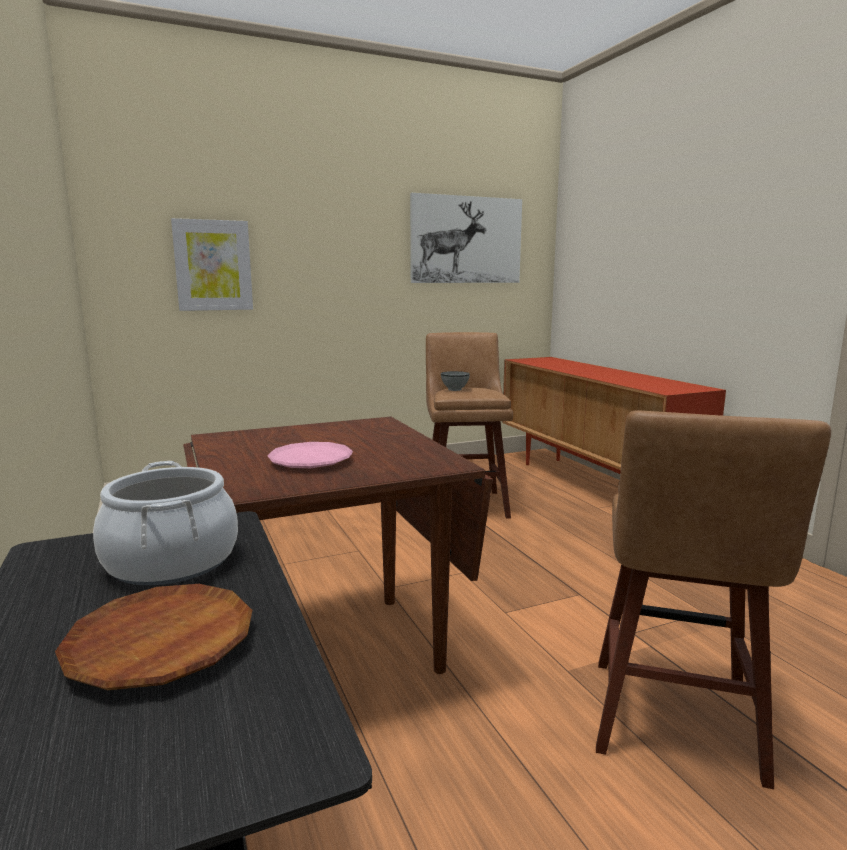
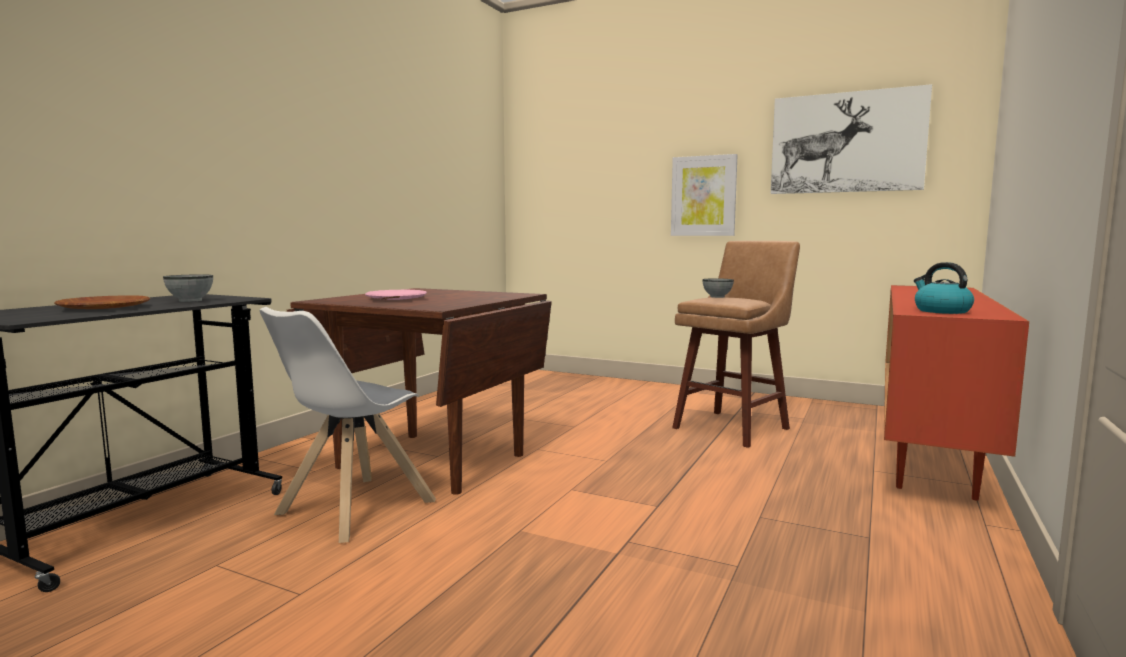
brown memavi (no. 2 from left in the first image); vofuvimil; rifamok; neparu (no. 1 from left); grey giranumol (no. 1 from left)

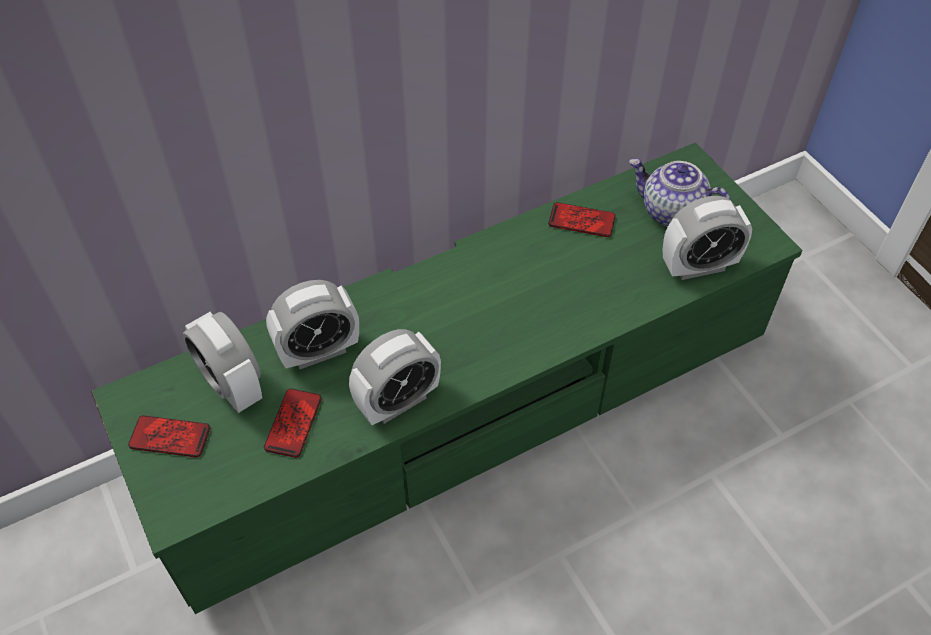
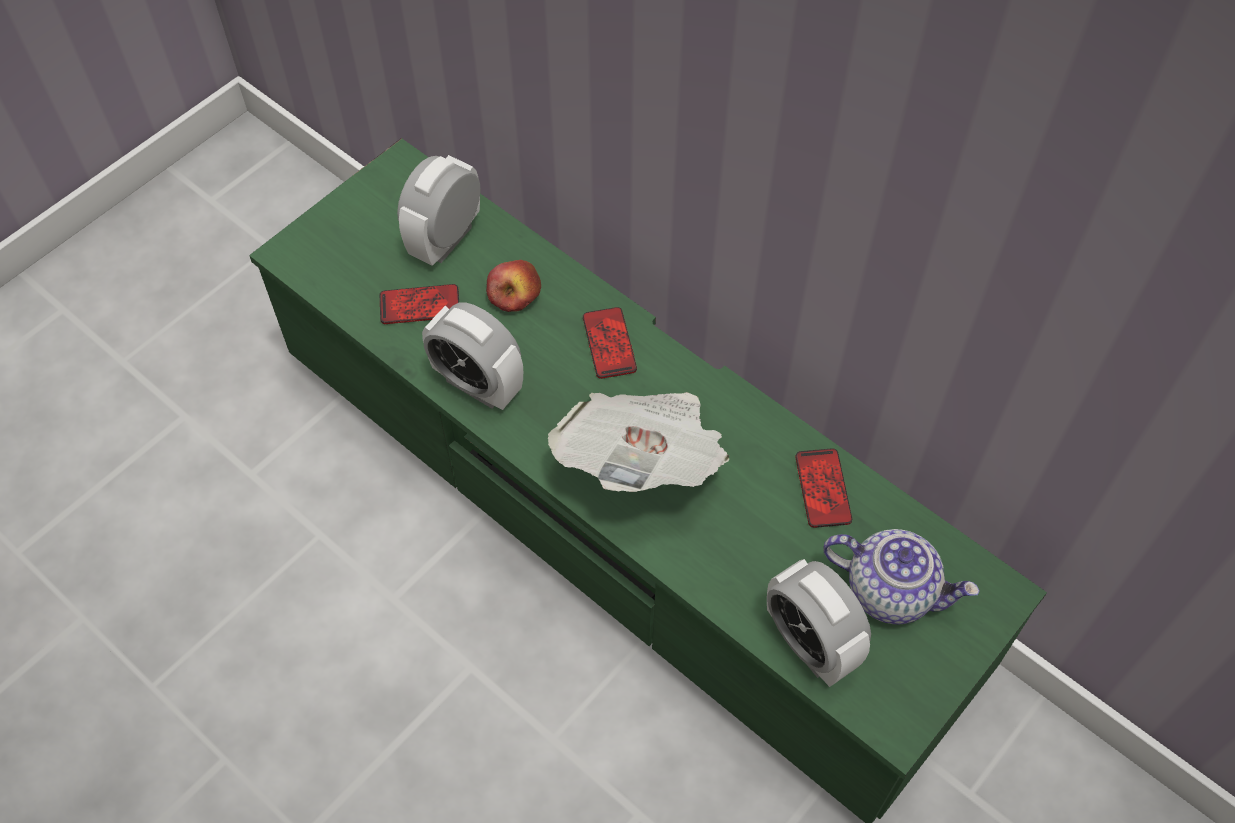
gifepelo; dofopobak (no. 2 from left); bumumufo; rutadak

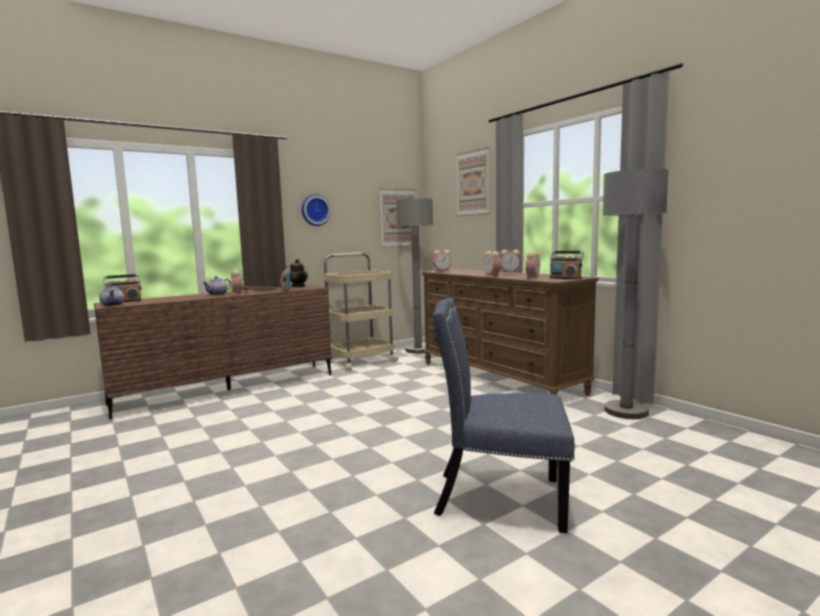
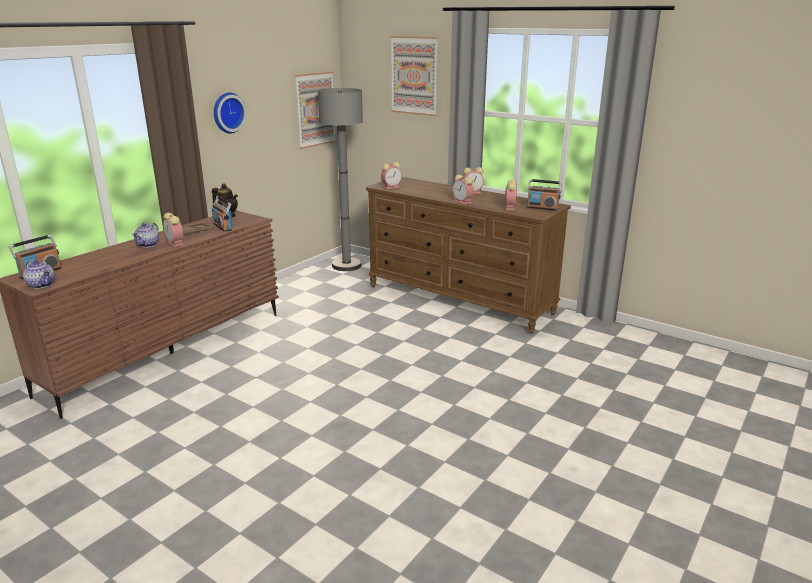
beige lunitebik; blue vofuvimil; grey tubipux (no. 2 from left in the first image)

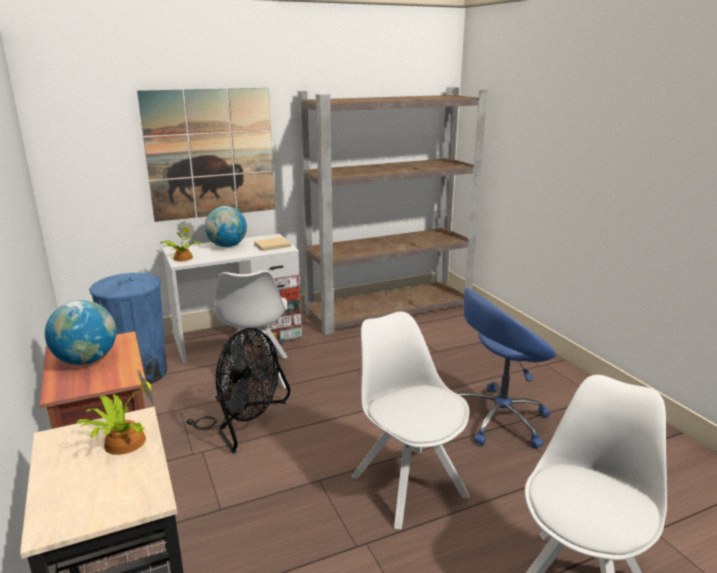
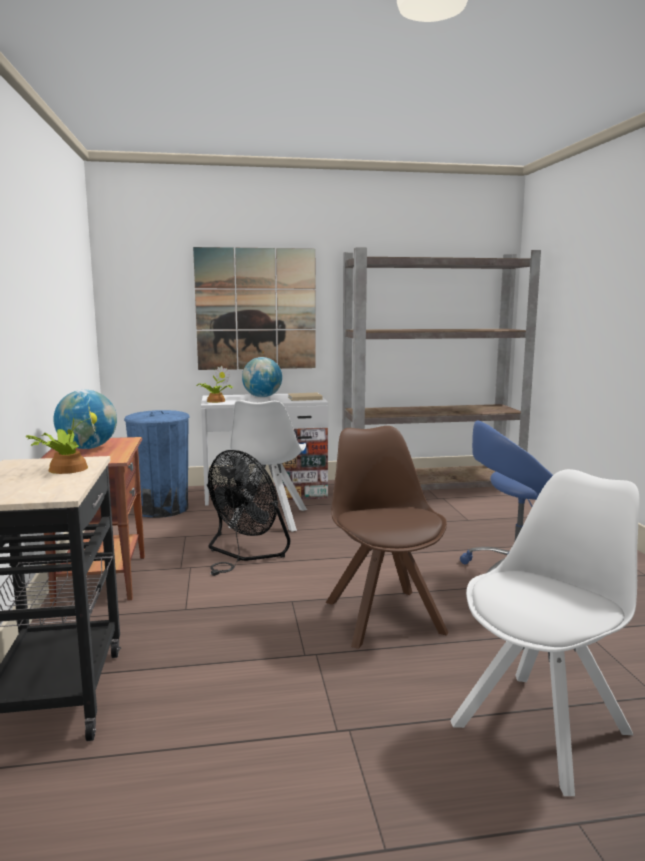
brown vofuvimil; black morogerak

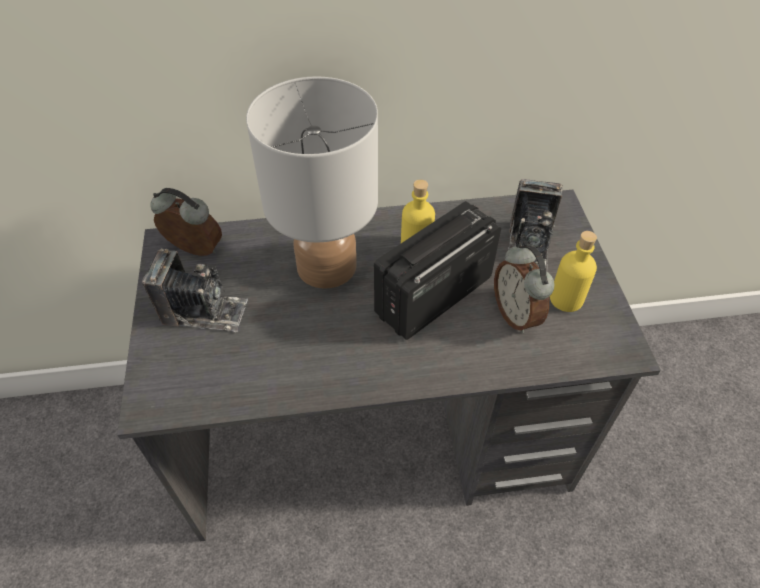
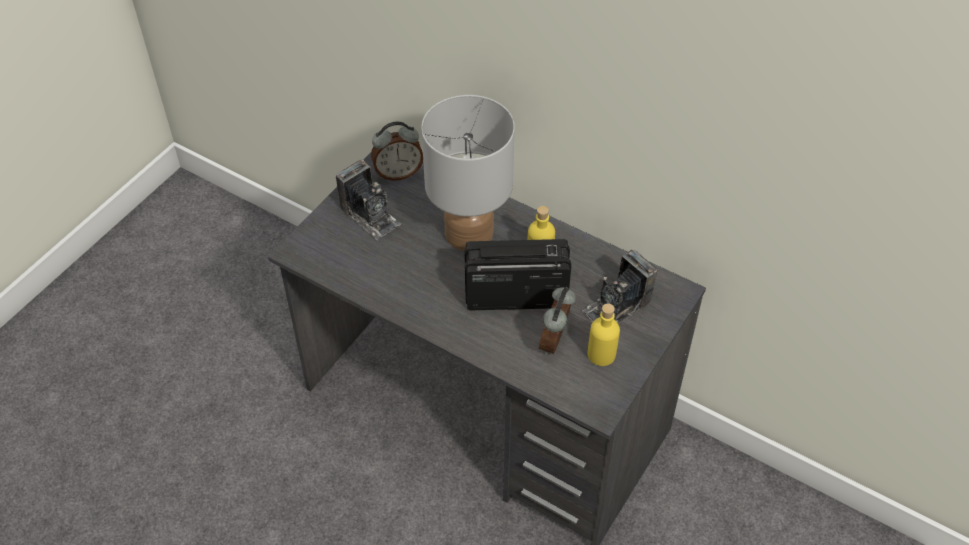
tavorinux (no. 1 from left)

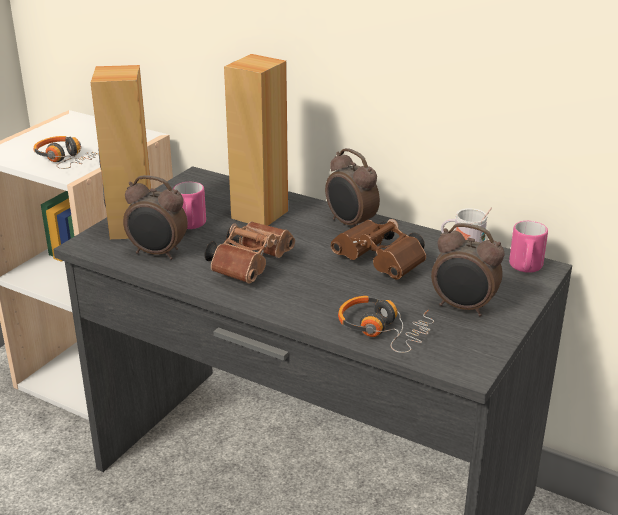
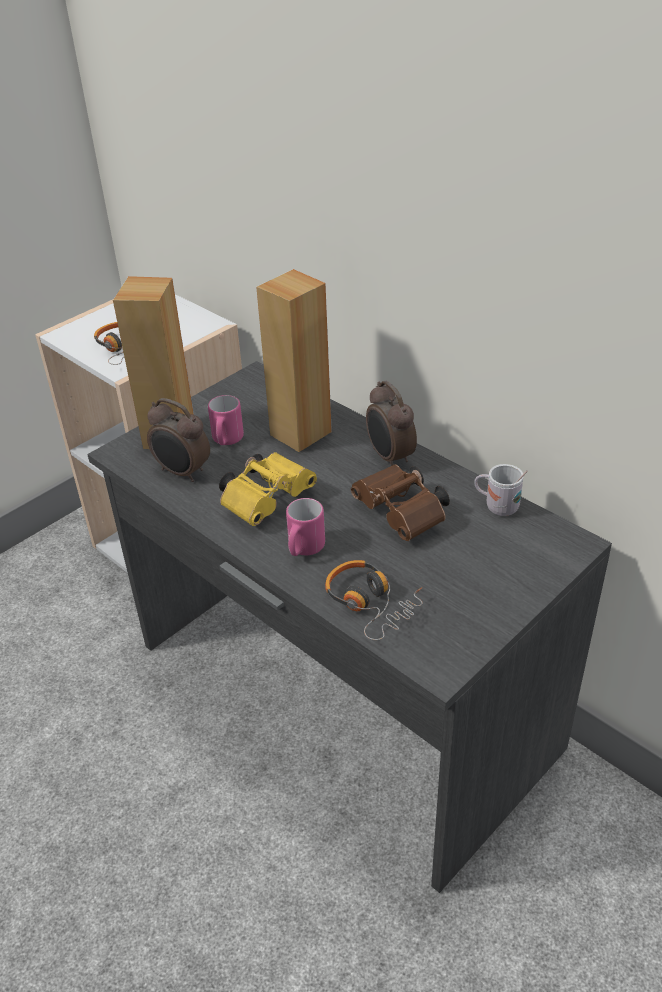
tavorinux (no. 3 from left in the first image); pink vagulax (no. 2 from left); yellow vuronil

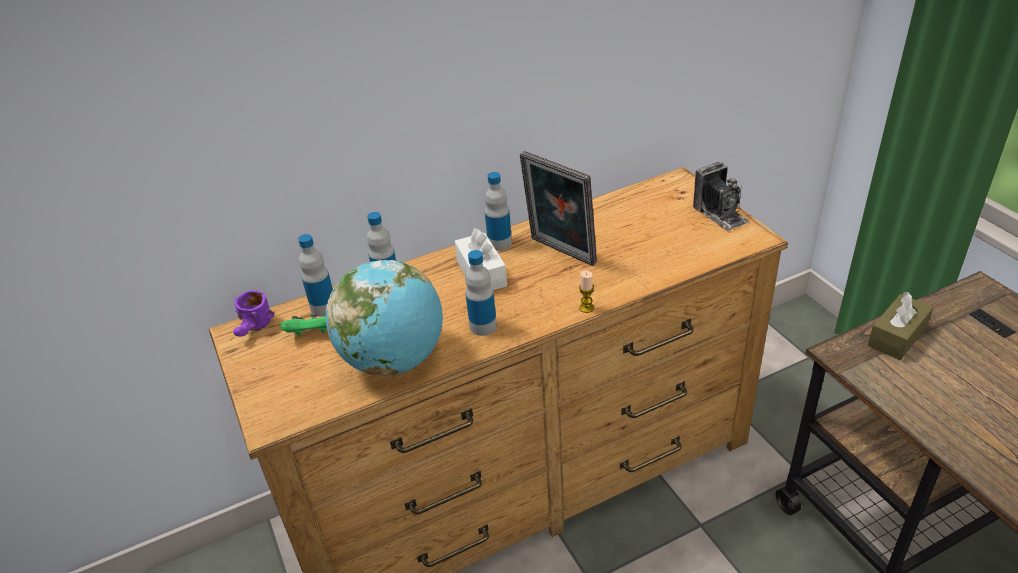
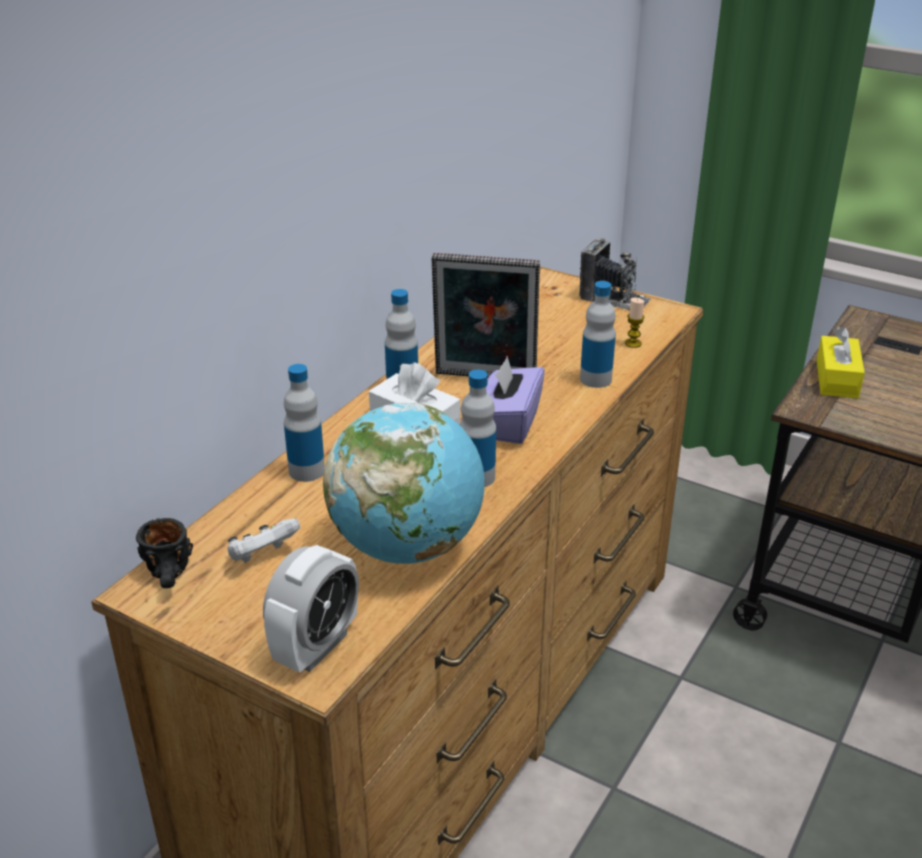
tavorinux; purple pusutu; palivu (no. 4 from left); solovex; black vagulax; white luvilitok; yellow pusutu

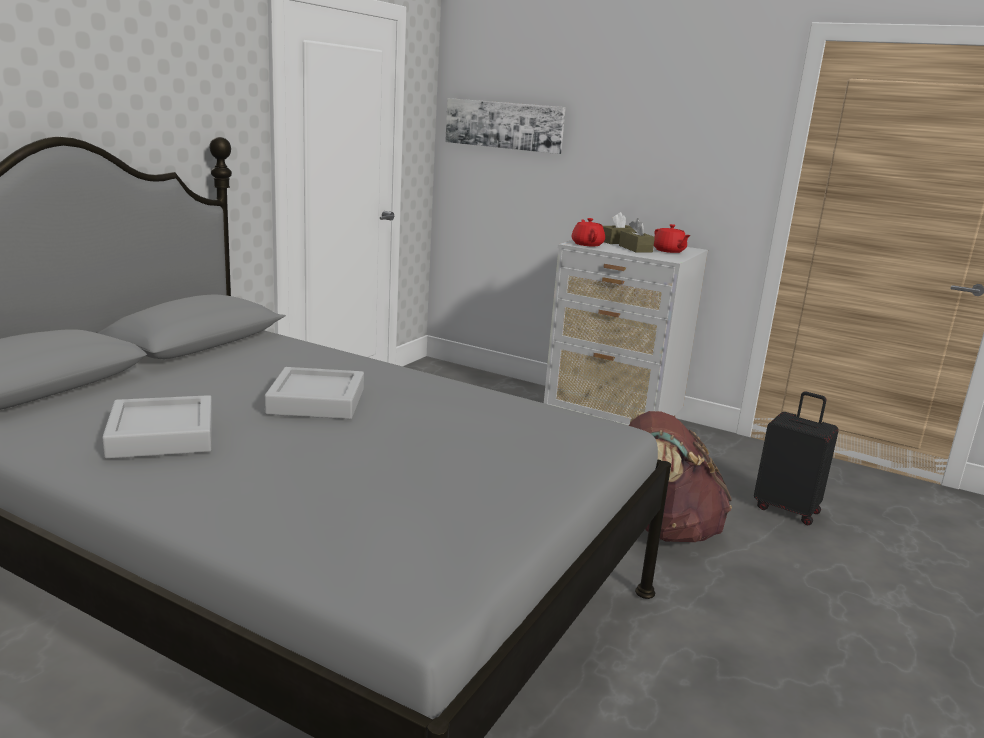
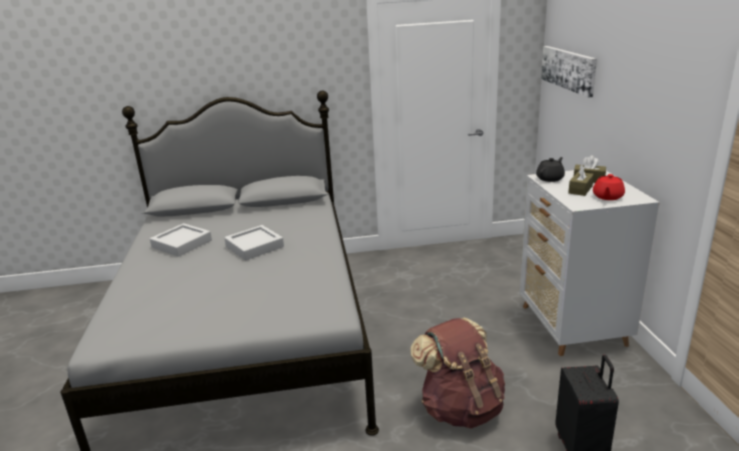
black rutadak

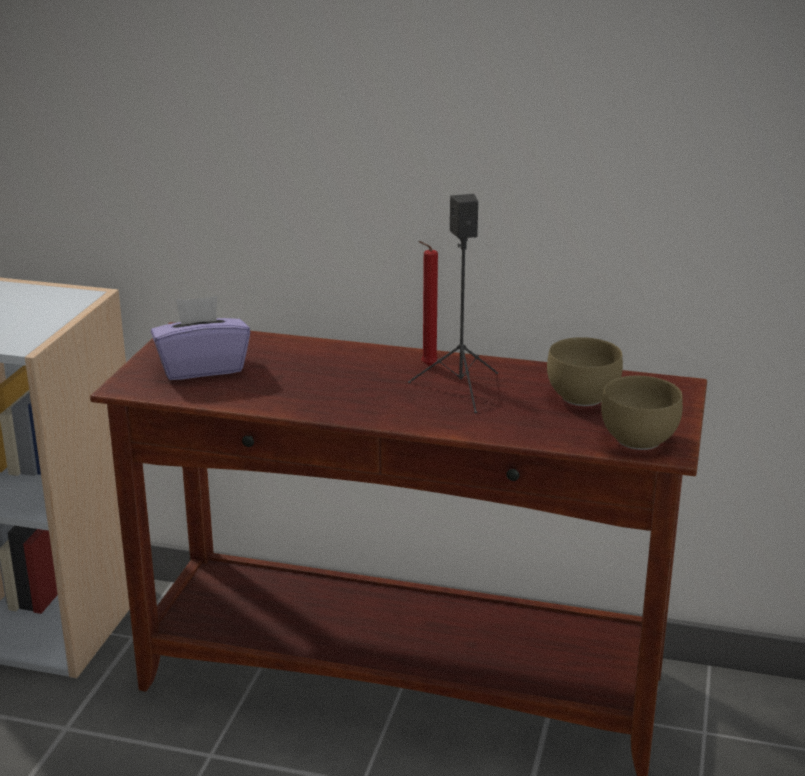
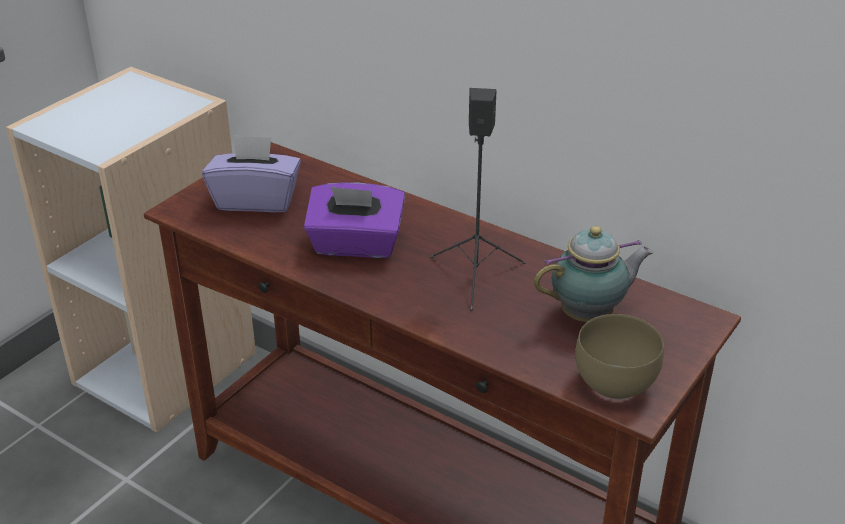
red solovex; purple pusutu (no. 2 from left); rutadak

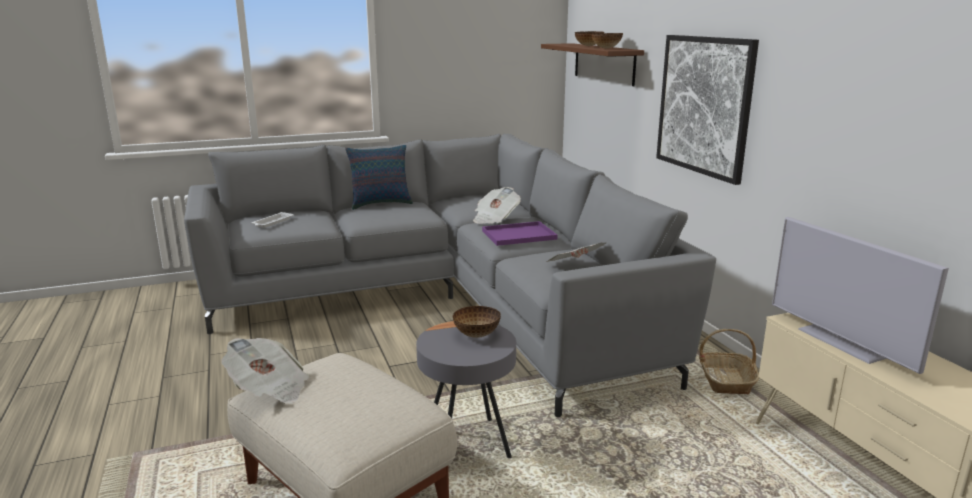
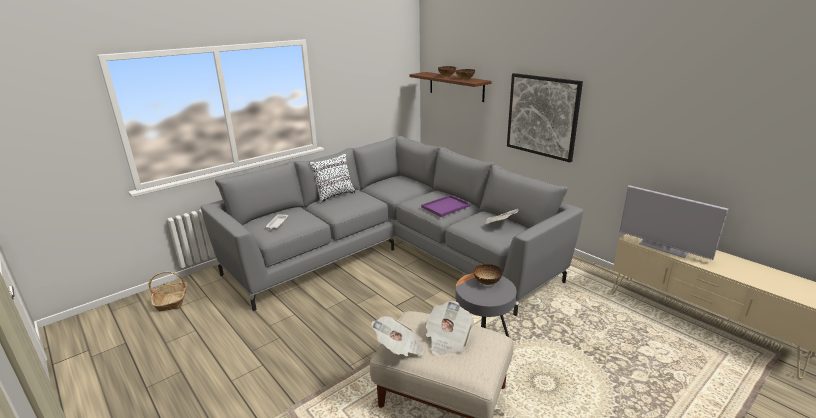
gifepelo (no. 2 from left); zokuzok; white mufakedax

